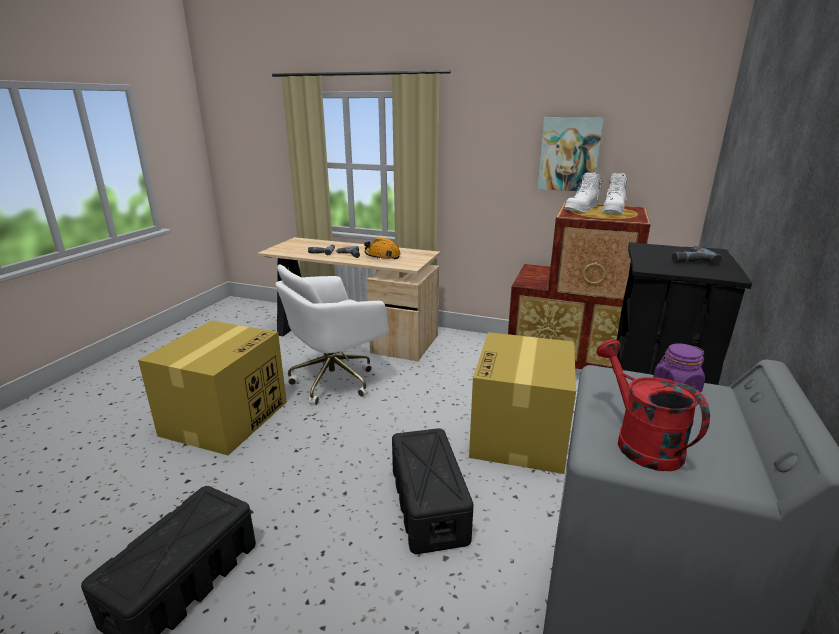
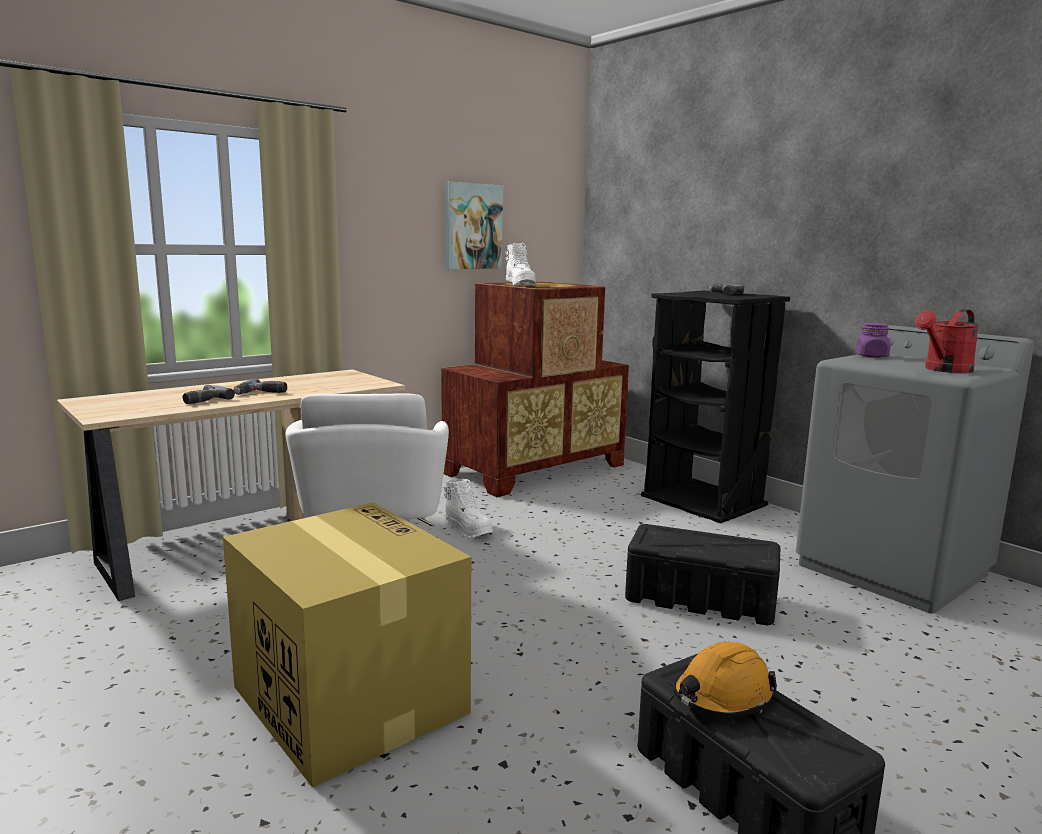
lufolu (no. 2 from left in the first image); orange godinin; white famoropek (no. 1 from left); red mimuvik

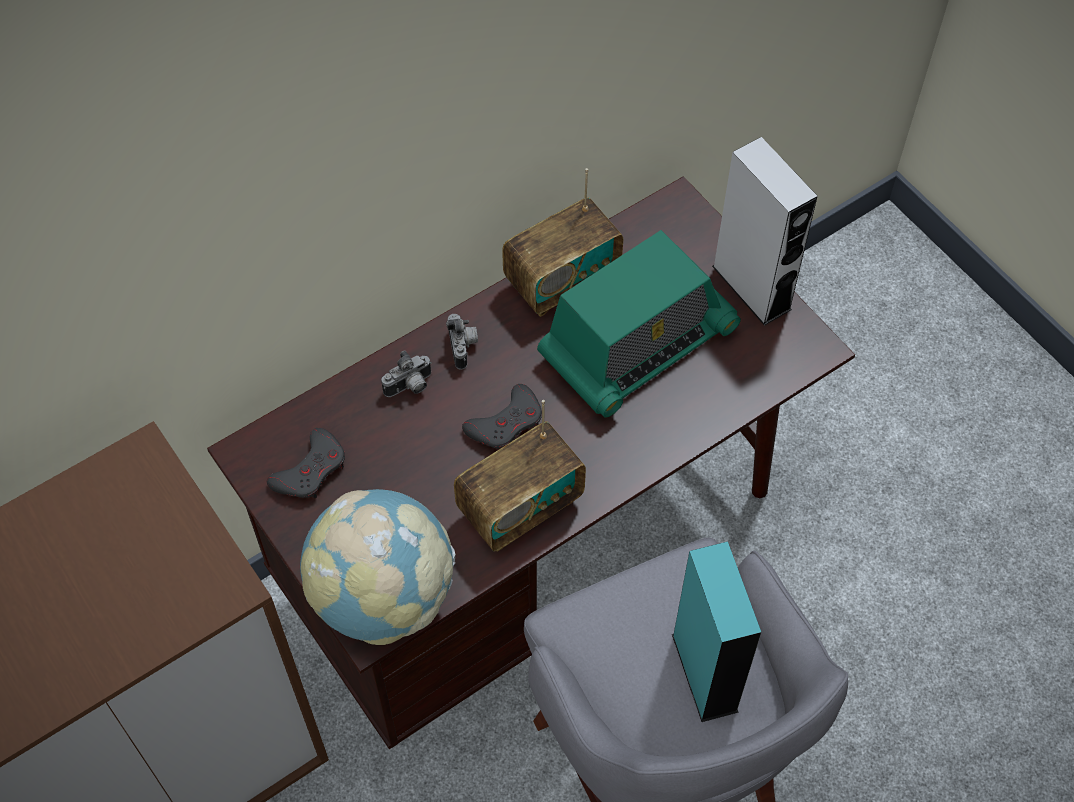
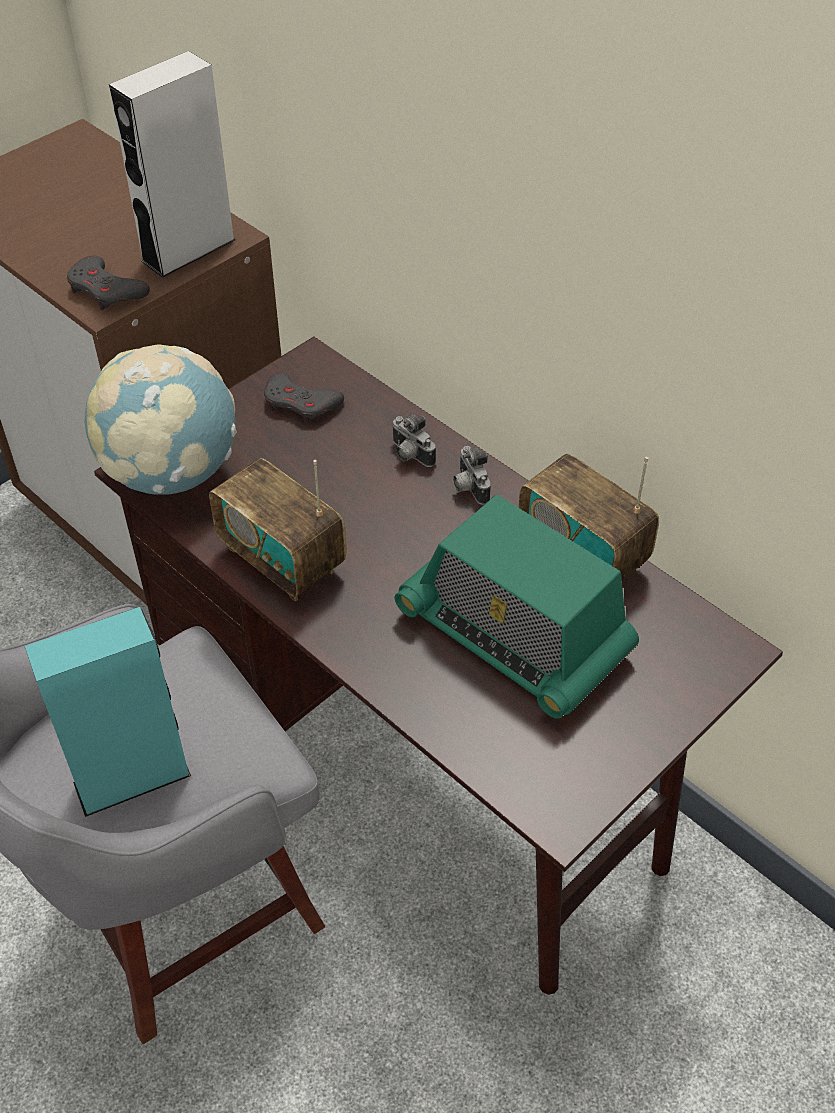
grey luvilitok (no. 1 from left); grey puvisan; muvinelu (no. 2 from left)

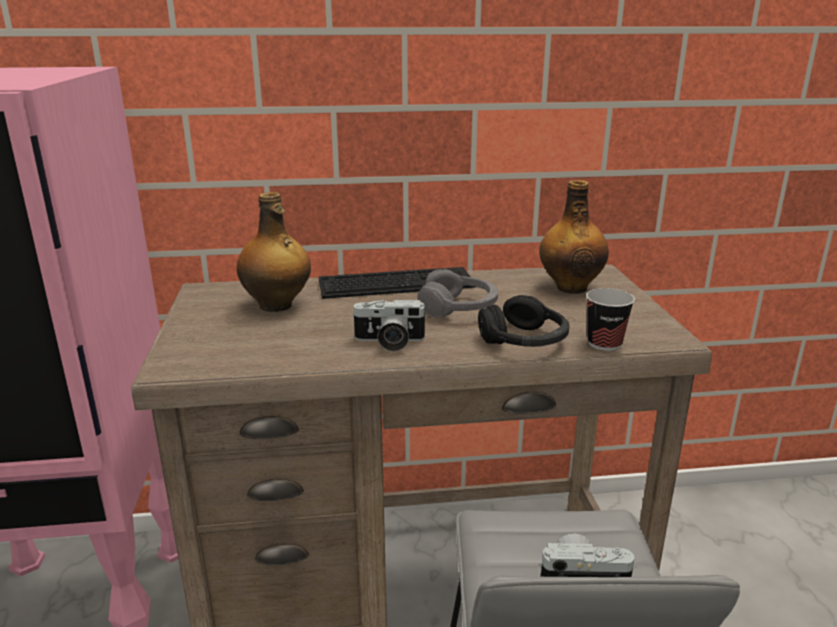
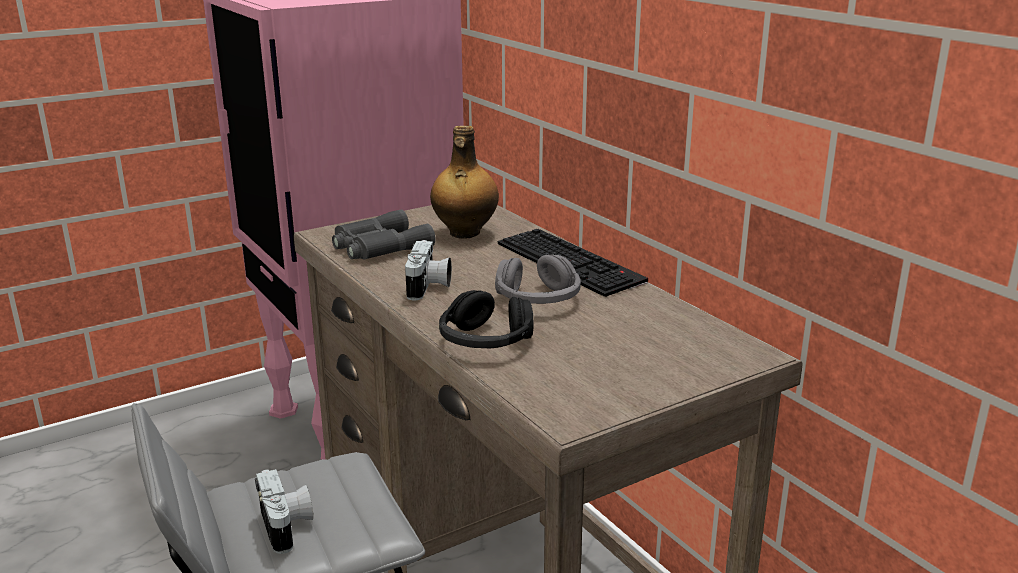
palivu (no. 2 from left in the first image); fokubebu; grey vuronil; muvinelu (no. 2 from left)

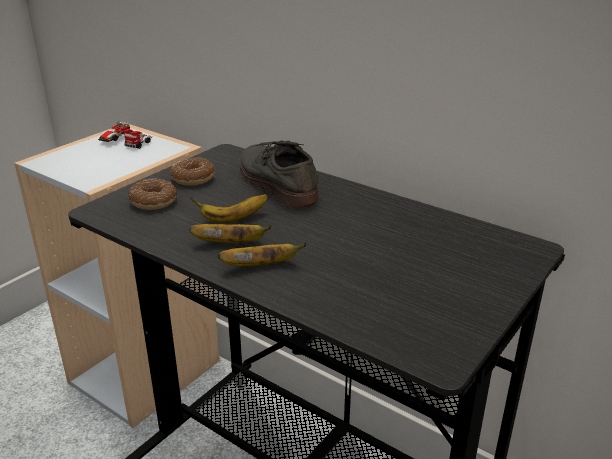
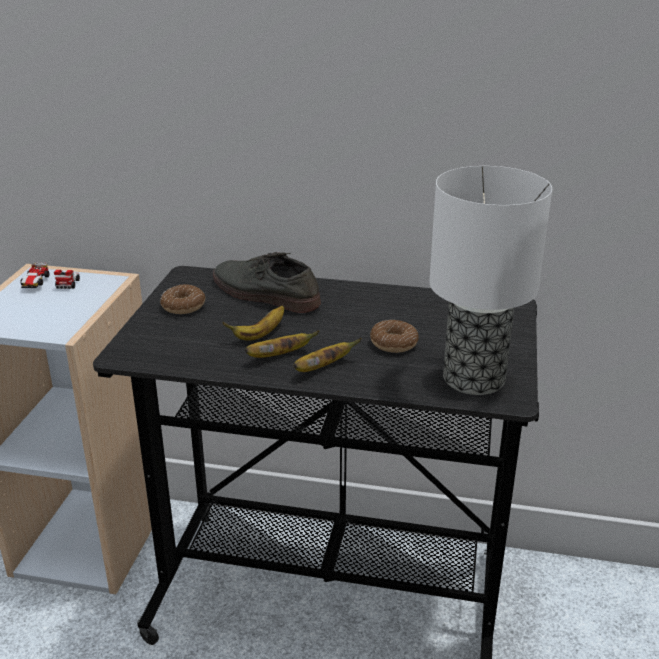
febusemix; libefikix (no. 2 from left)

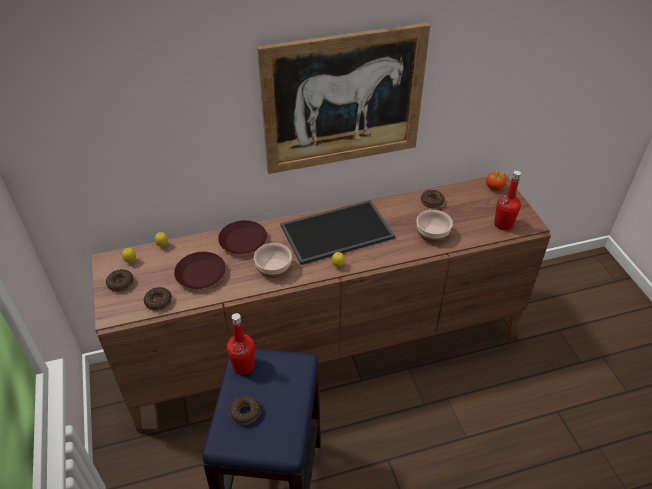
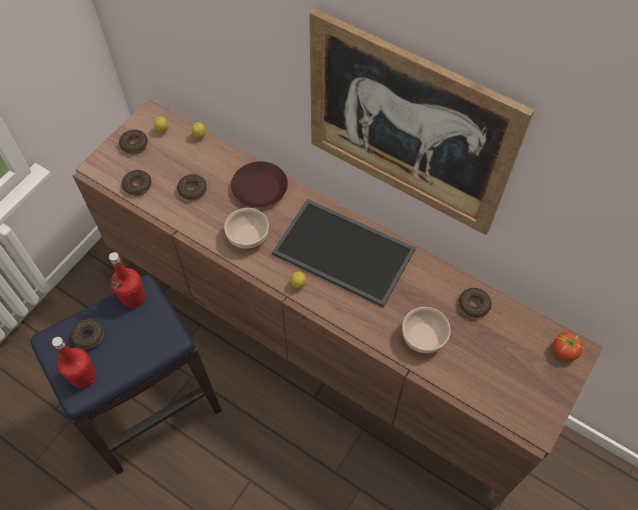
red palivu (no. 1 from left); libefikix (no. 4 from left)

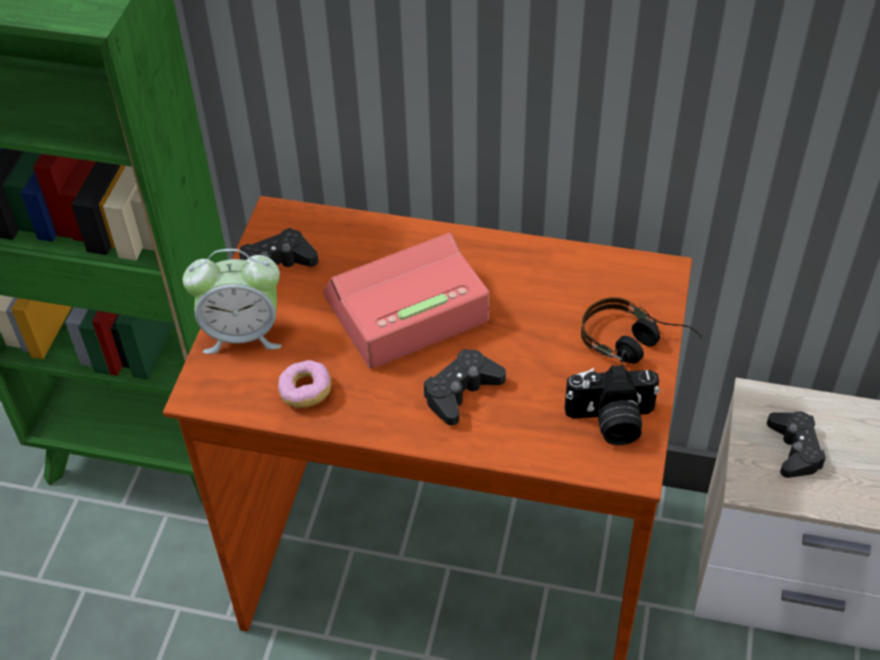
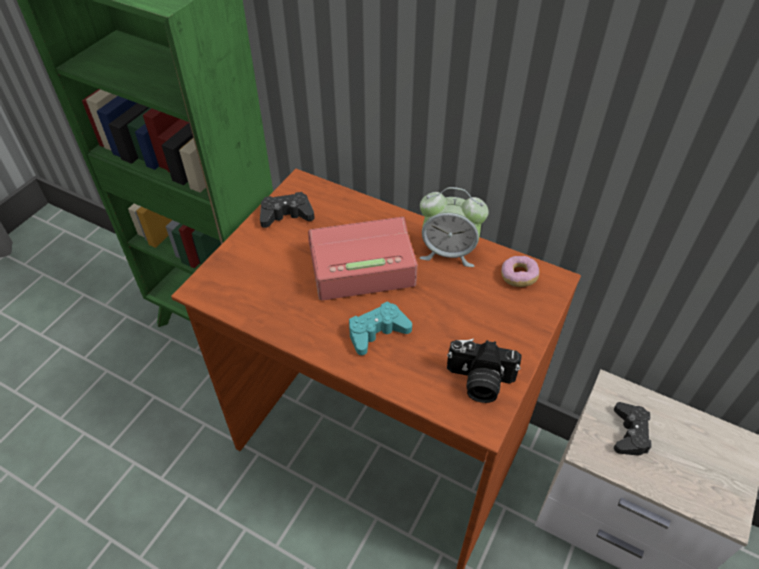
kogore; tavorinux (no. 2 from left); libefikix; turquoise luvilitok

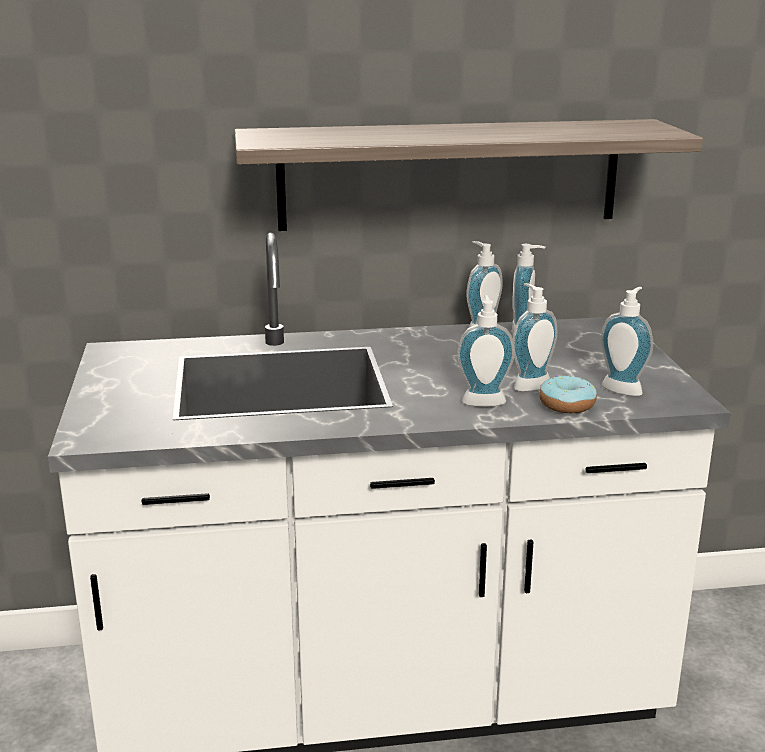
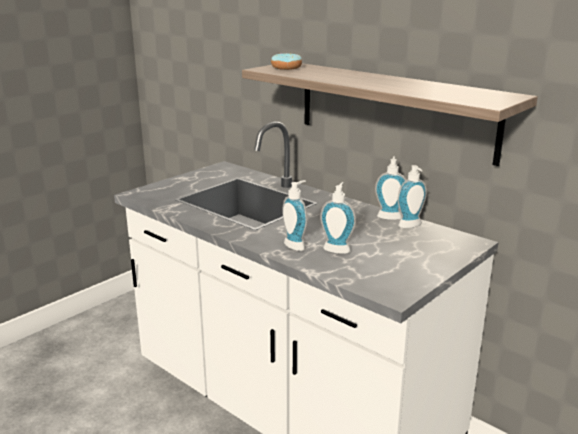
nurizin (no. 5 from left in the first image); libefikix

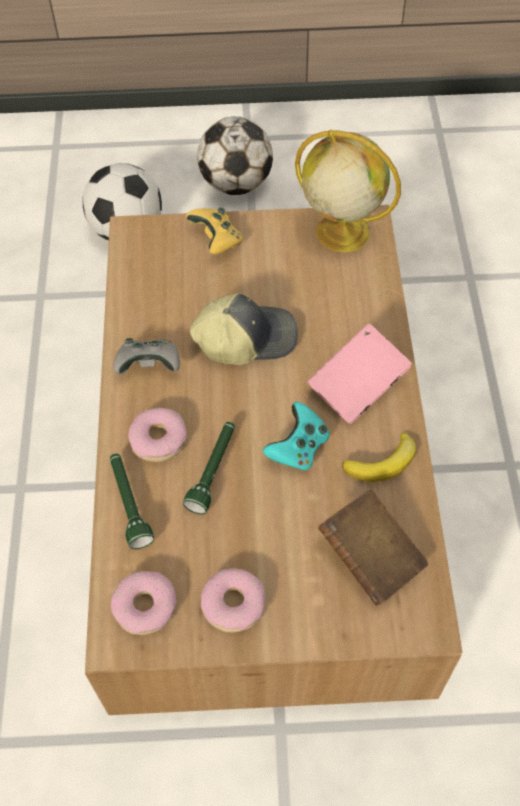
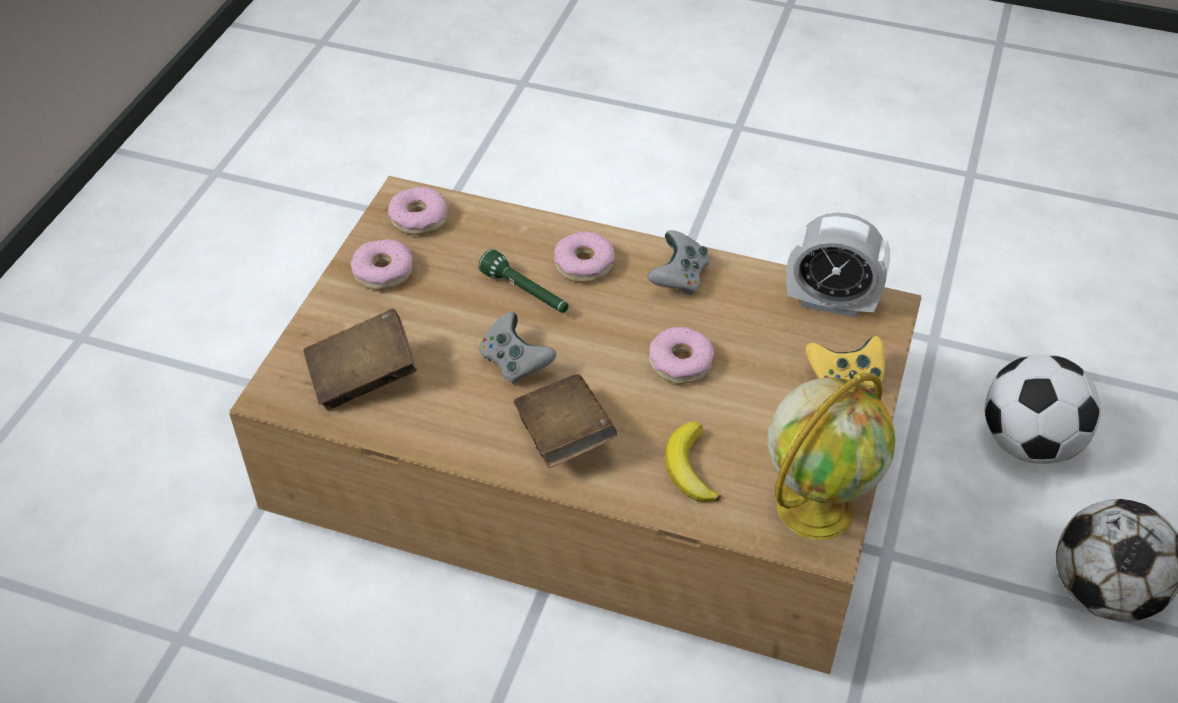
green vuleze (no. 1 from left in the first image); tavorinux; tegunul; libefikix (no. 4 from left); grey luvilitok (no. 1 from left); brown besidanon (no. 2 from left)

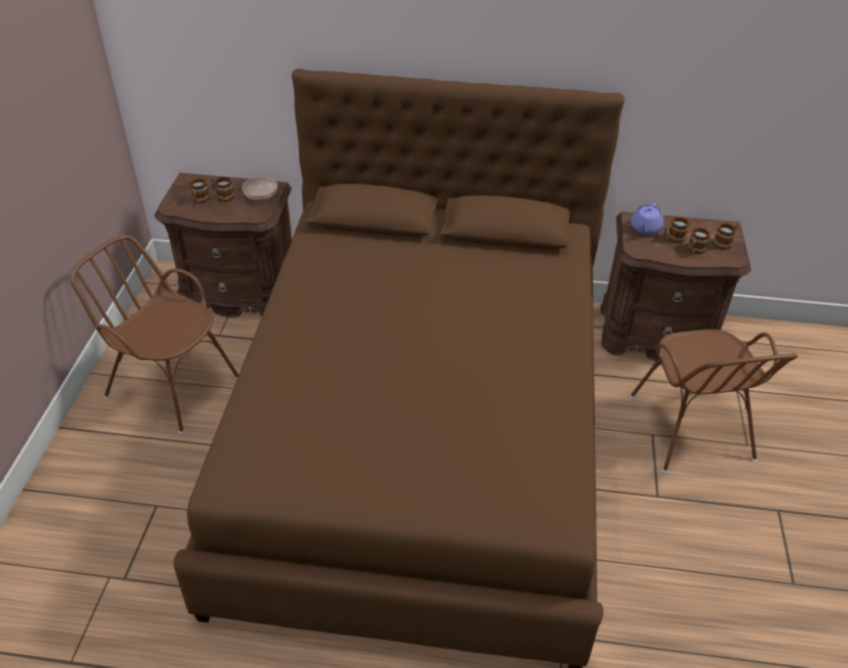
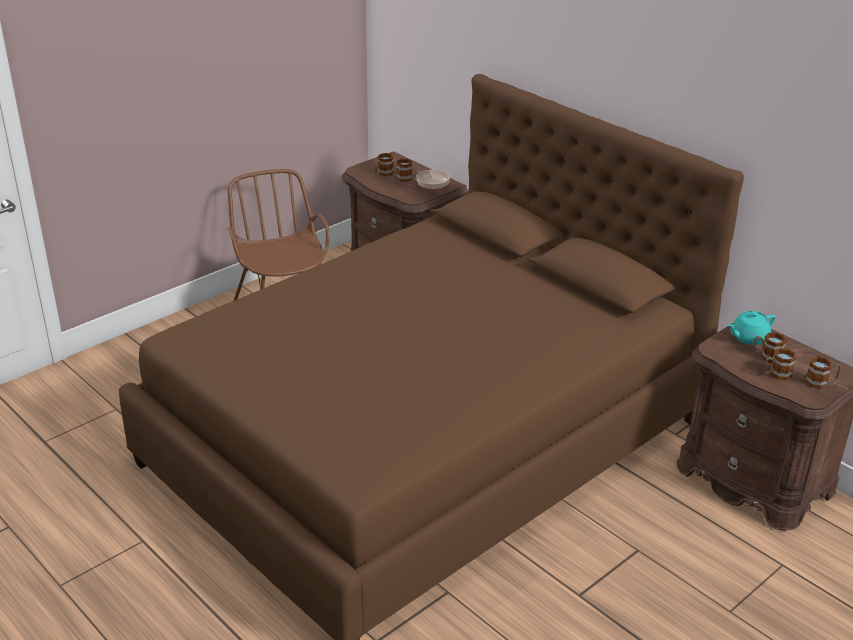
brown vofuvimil (no. 2 from left in the first image); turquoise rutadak

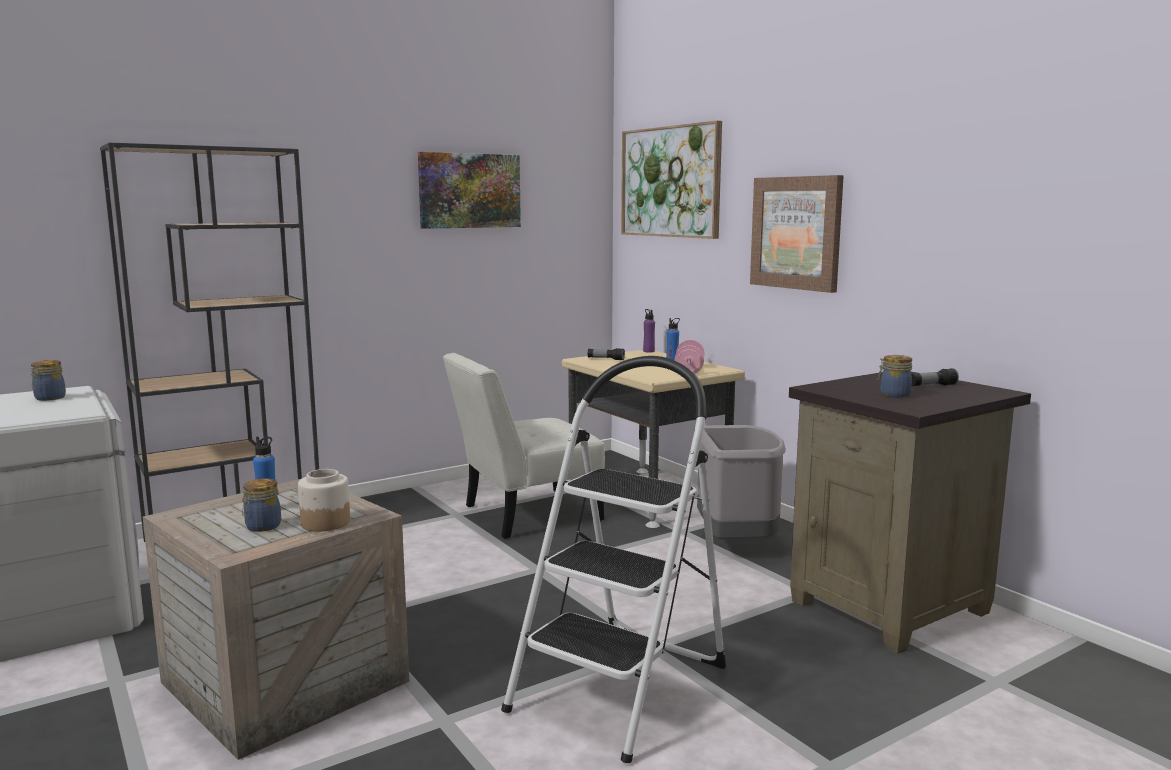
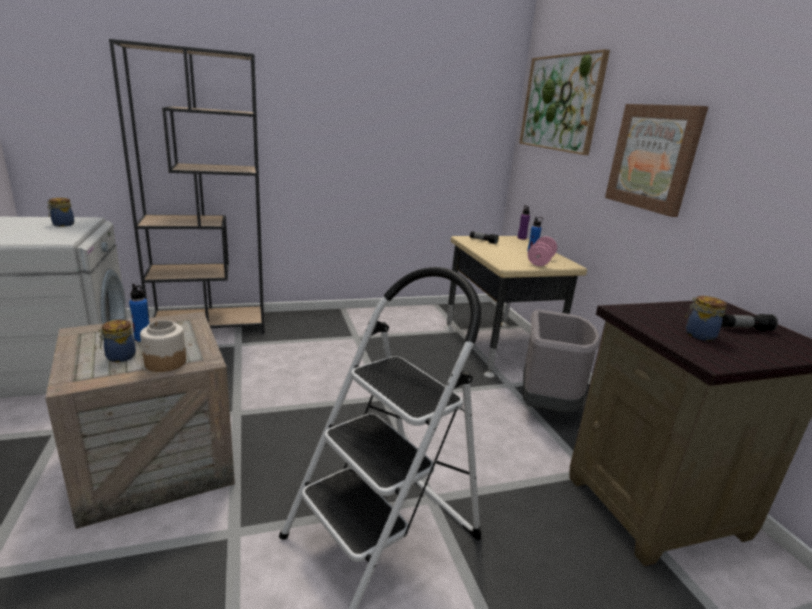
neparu (no. 1 from left in the first image); white vofuvimil

